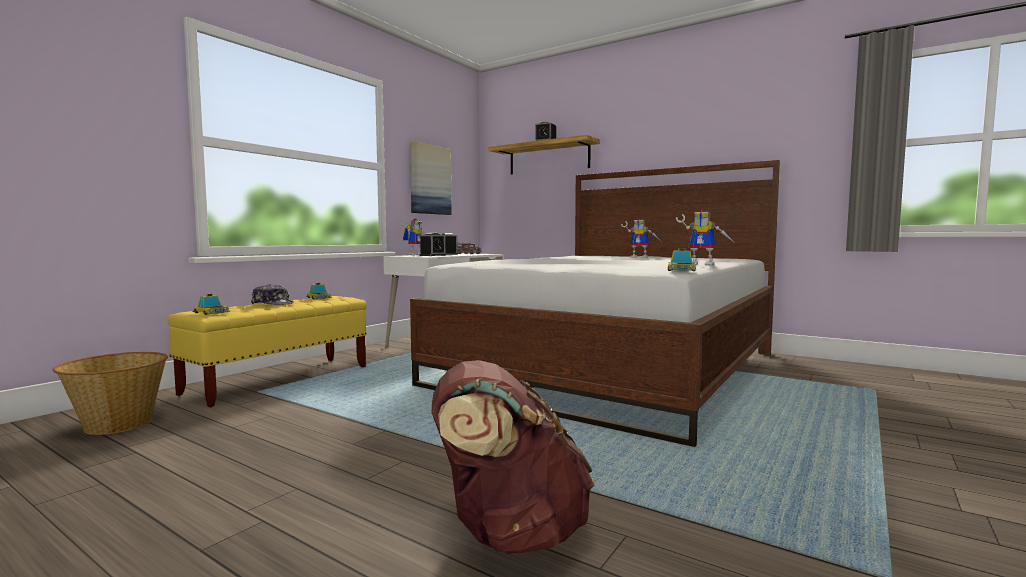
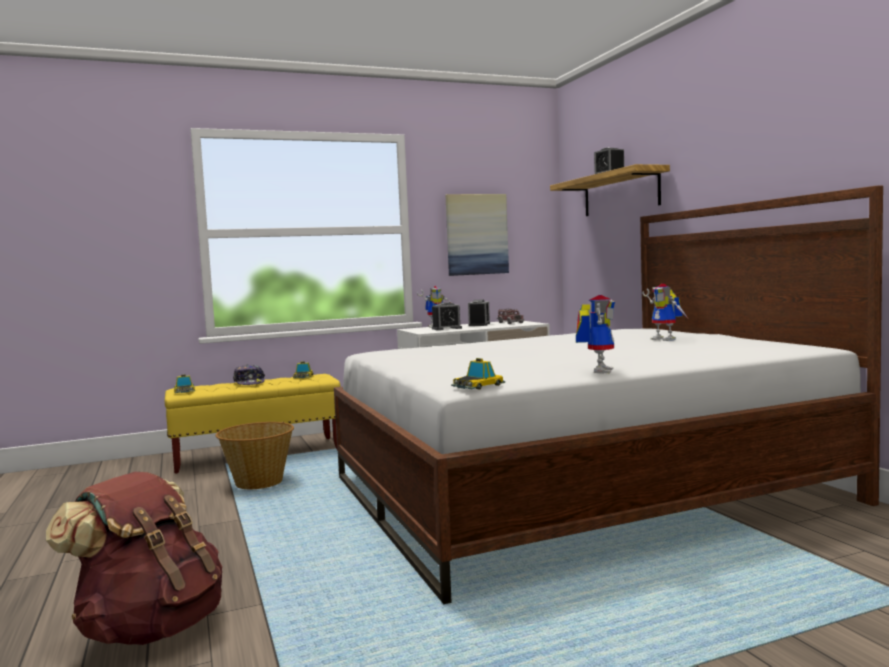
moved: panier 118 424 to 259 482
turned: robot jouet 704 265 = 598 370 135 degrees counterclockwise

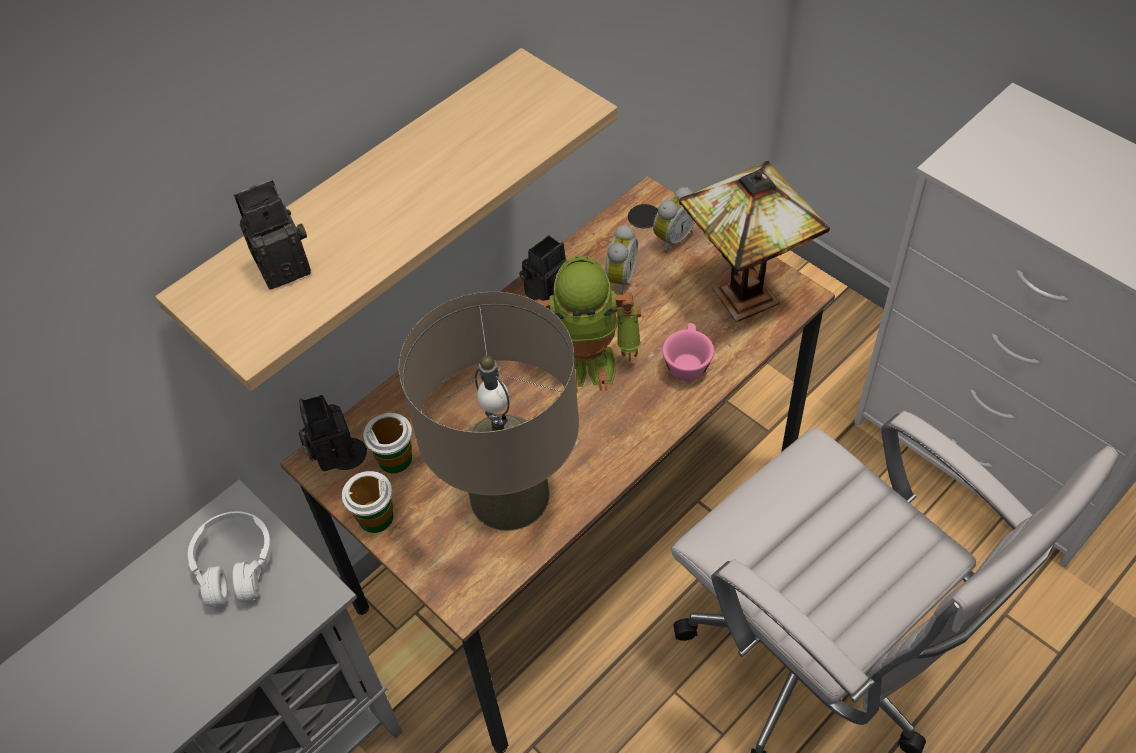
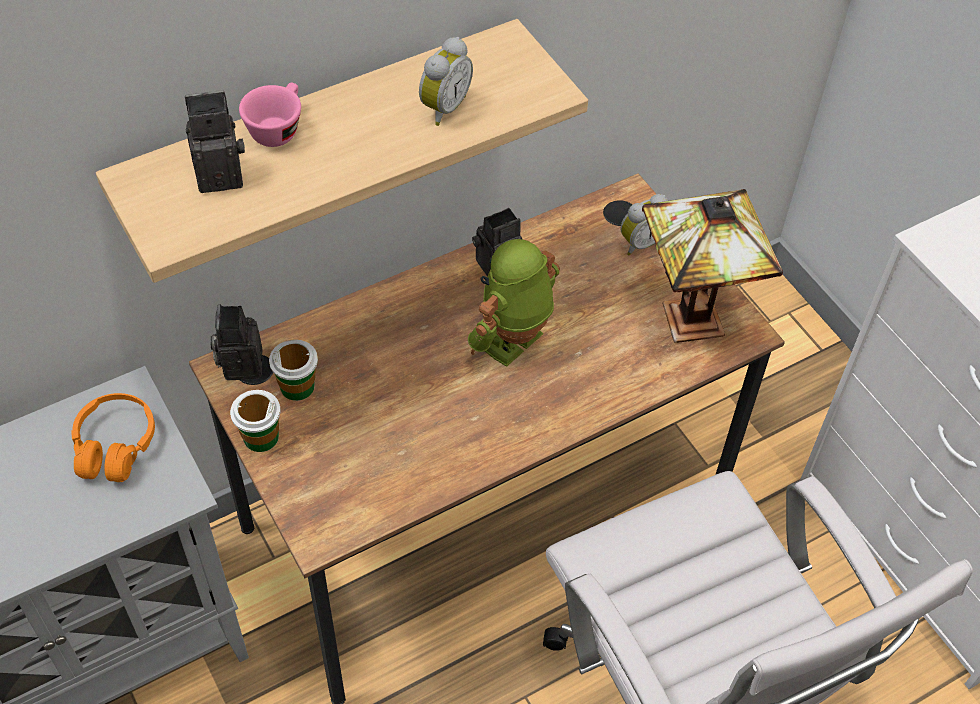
removed: lampe de table/beige 509 495
moved: réveil 618 279 to 442 107; tasse/rose 686 362 to 277 128
recoloured: casque audio/blanc 235 566 to casque audio/orange 115 446
turned: robot jouet 587 361 = 513 342 120 degrees clockwise

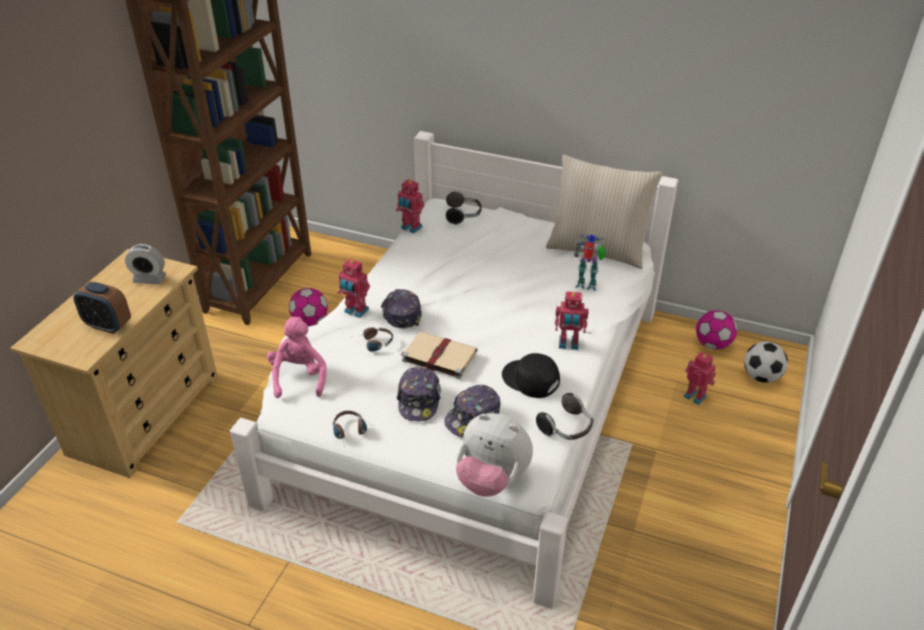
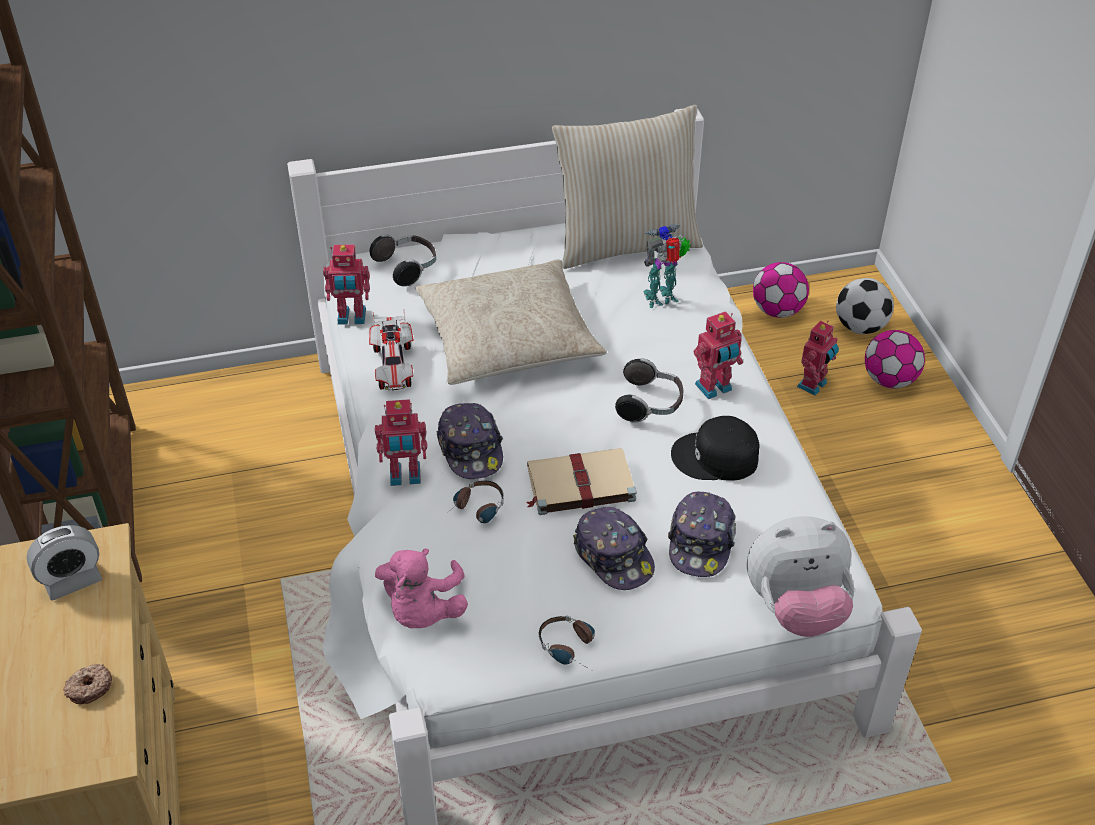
added: petite voiture 394 366; coussin/beige 508 338
moved: ballon de foot 310 321 to 889 380; casque audio 567 428 to 650 404
replaced: réveil 108 325 to beignet 89 688
turned: peluche/rose 299 377 = 422 610 135 degrees counterclockwise; casquette 401 313 = 471 449 150 degrees counterclockwise; robot jouet 695 396 = 813 385 120 degrees clockwise

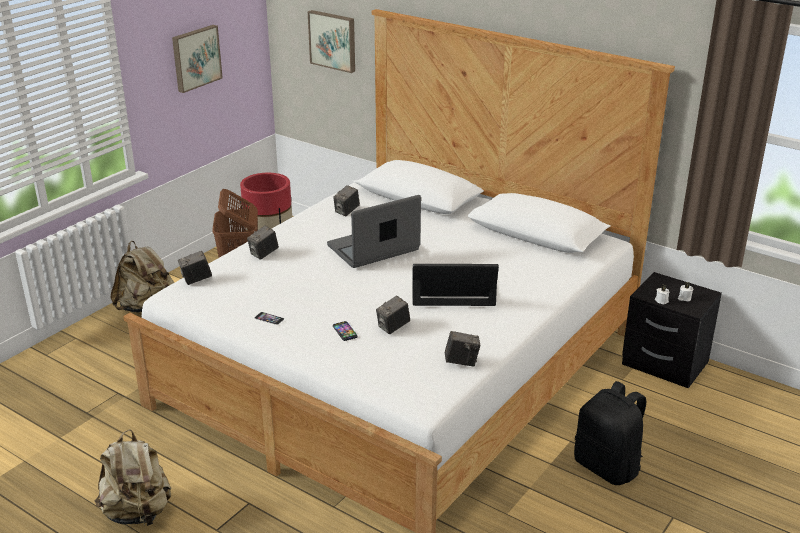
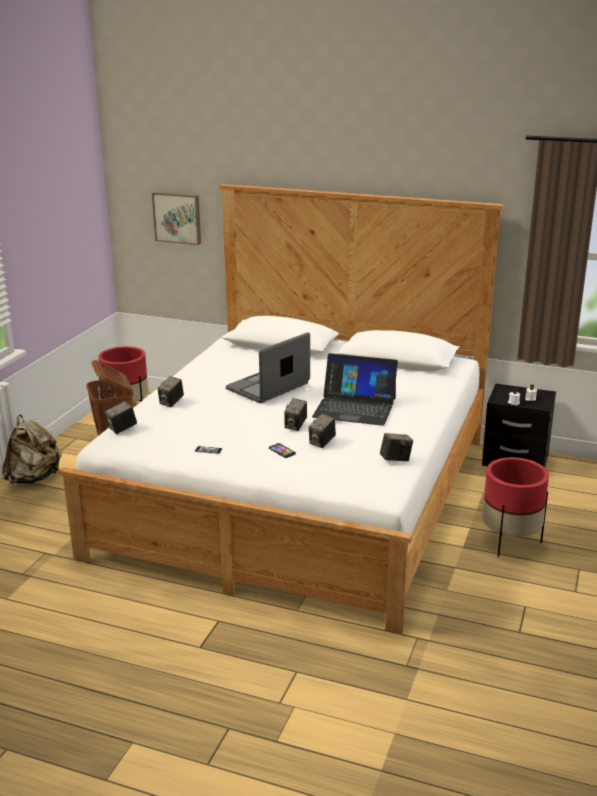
removed: sac à dos/beige 138 512; tableau 195 58
moved: appareil photo 347 211 to 295 426
replaced: sac à dos/noir 608 467 to cache-pot/rouge 510 541
turned: ordinateur portable 452 288 = 355 407 150 degrees counterclockwise

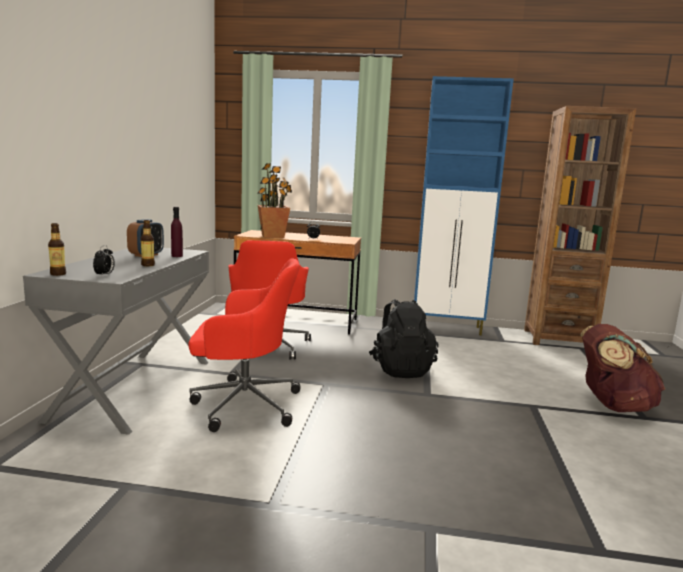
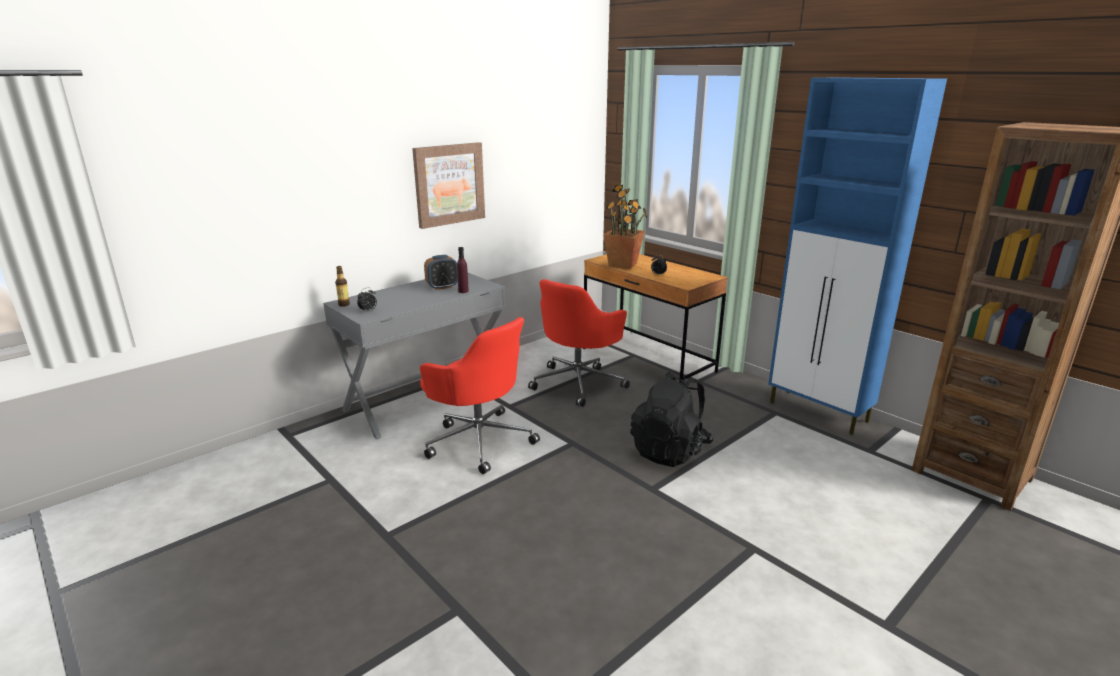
removed: bouteille 148 265; sac à dos/marron 612 405
added: tableau 449 184

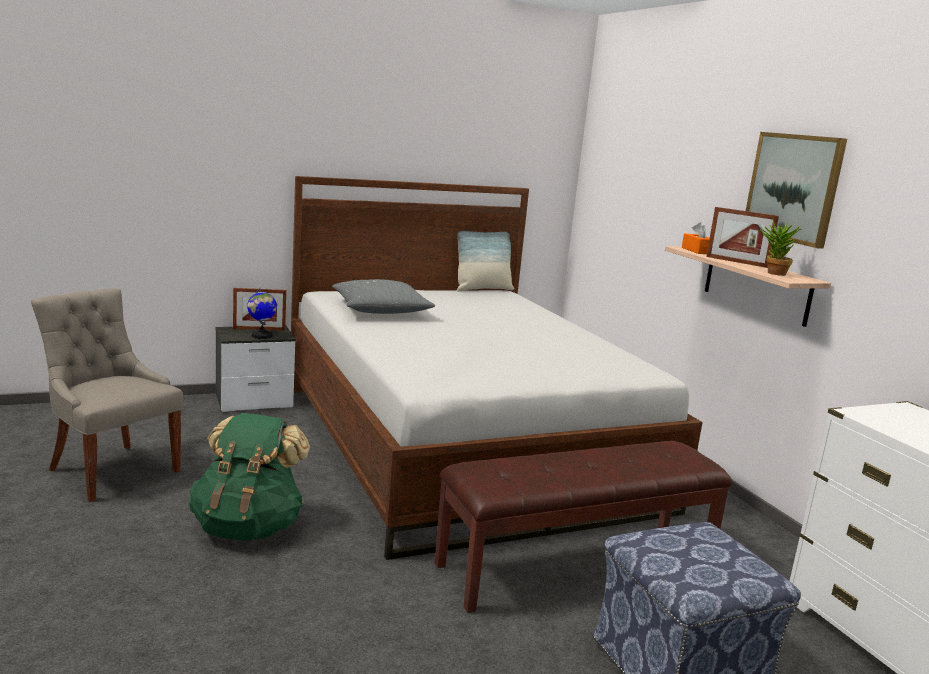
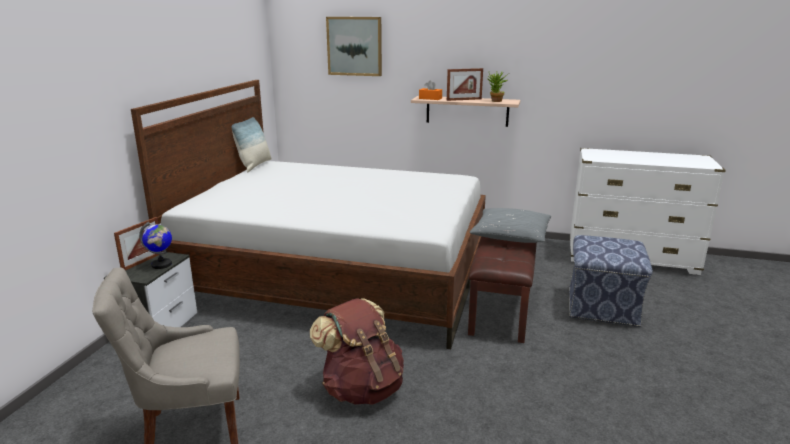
moved: coussin/gris 380 310 to 510 235; tableau 793 188 to 354 46
recoloured: sac à dos/vert 248 527 to sac à dos/marron 361 388

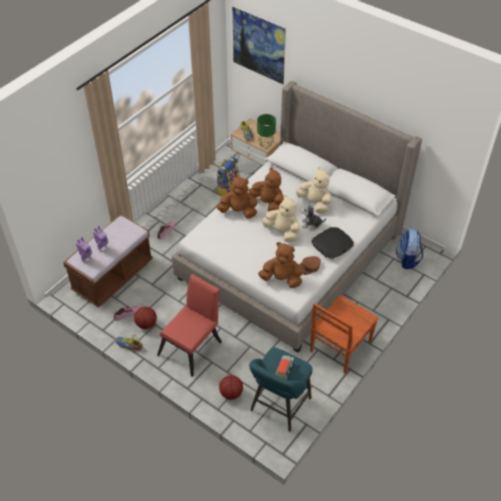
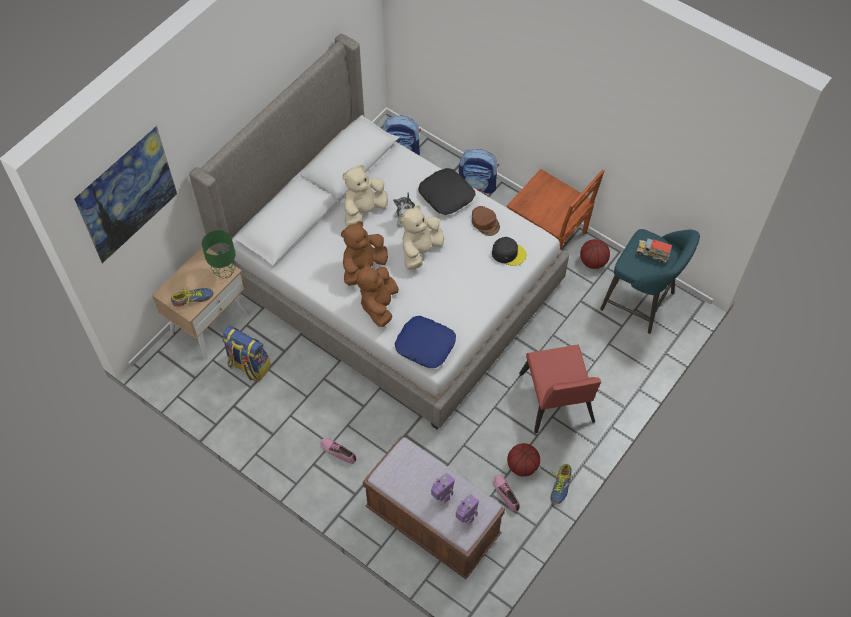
added: coussin/bleu 425 345; sac à dos 478 185
moved: ballon de basket 231 393 to 593 262
replaced: peluche/marron 282 279 to casquette/noir 508 253
turned: chaise/rouge 193 346 = 556 403 135 degrees counterclockwise

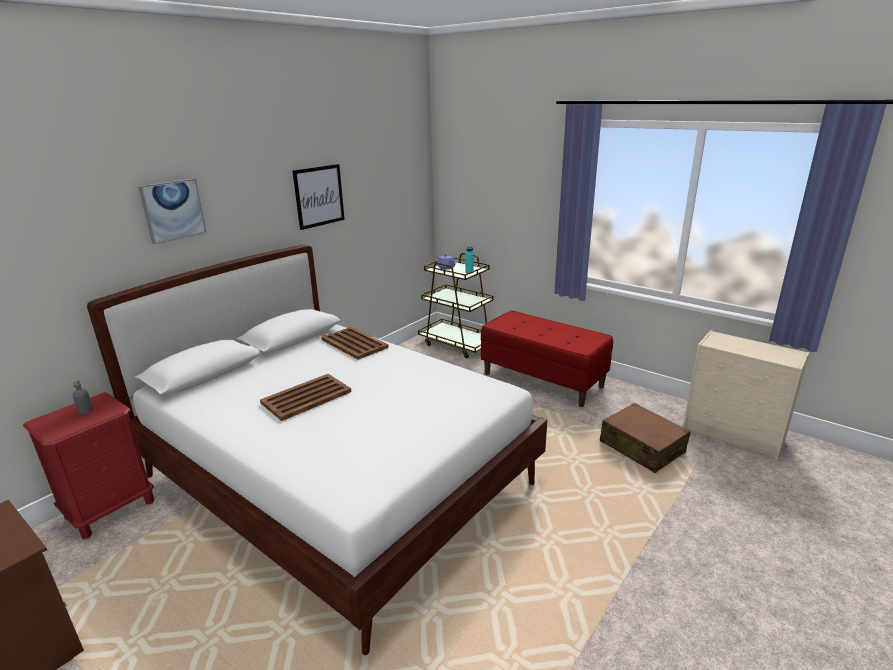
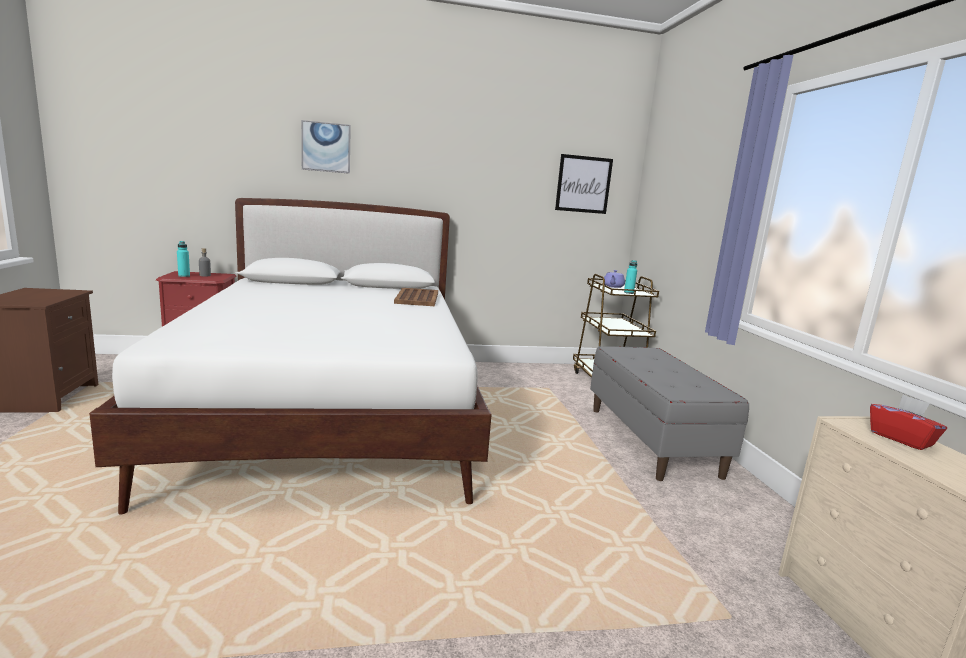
removed: plateau/marron 307 397; valise/marron 641 447
added: bouteille/turquoise 184 276; boîte à mouchoirs/rouge 901 439
moved: tableau 319 196 to 583 184
recoloured: banc/rouge 543 380 to banc/gris 652 440

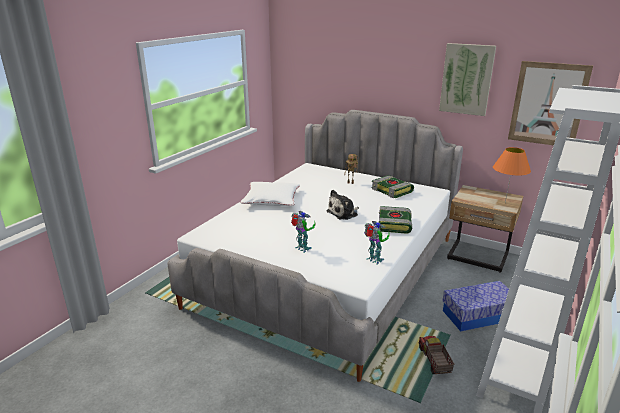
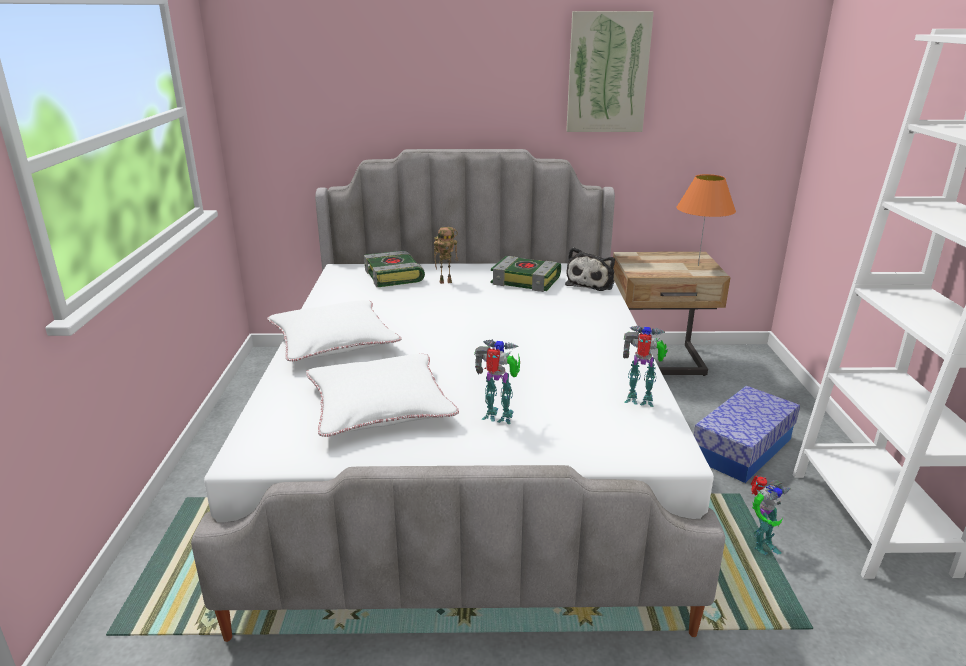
removed: tableau 547 104
added: coussin/blanc 379 405
moved: peluche 344 213 to 591 283; livre 395 225 to 395 276
replaced: camion jouet 434 361 to robot jouet 760 547

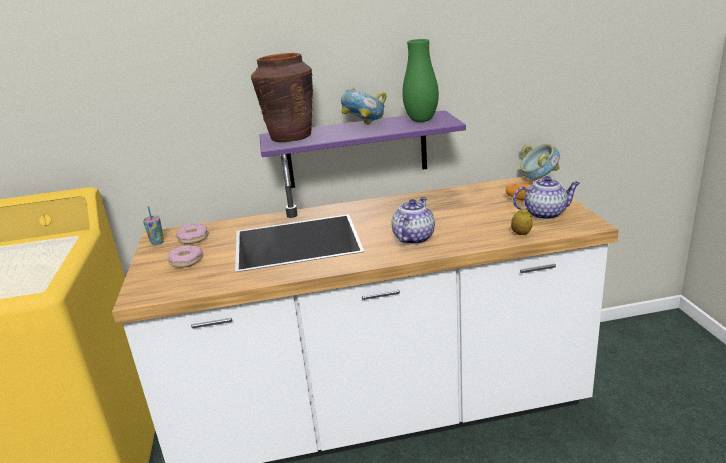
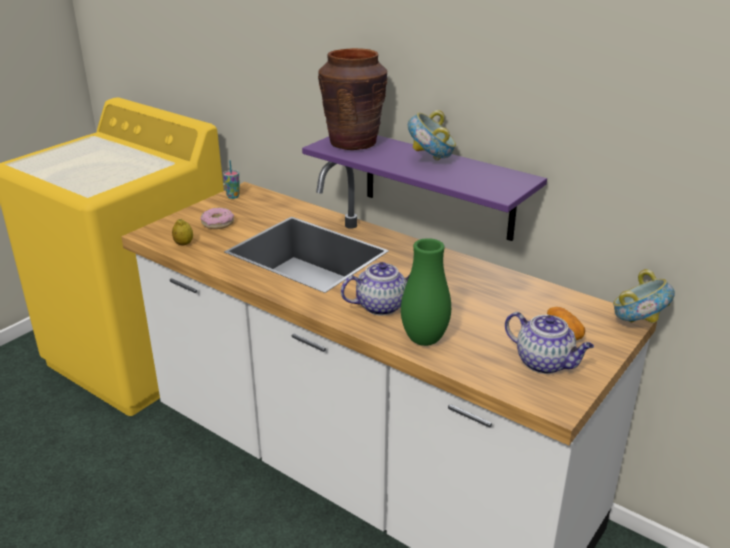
removed: beignet 193 238
moved: vase/vert 421 120 to 424 340; citron 521 234 to 184 244

